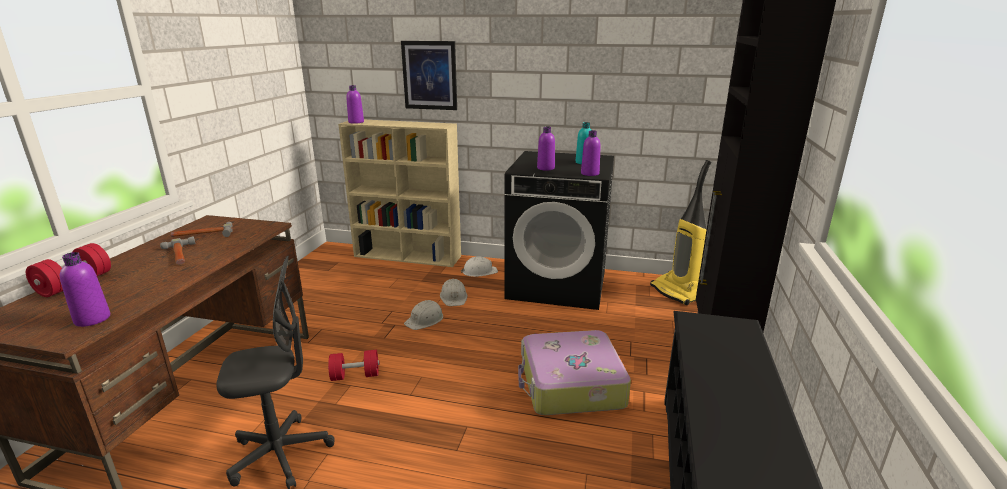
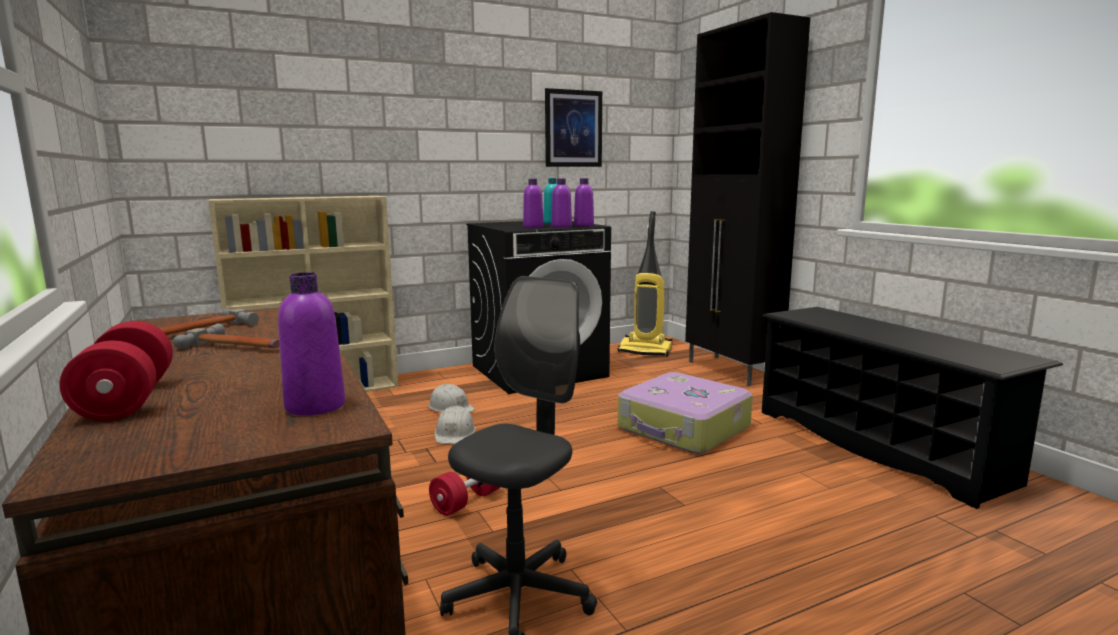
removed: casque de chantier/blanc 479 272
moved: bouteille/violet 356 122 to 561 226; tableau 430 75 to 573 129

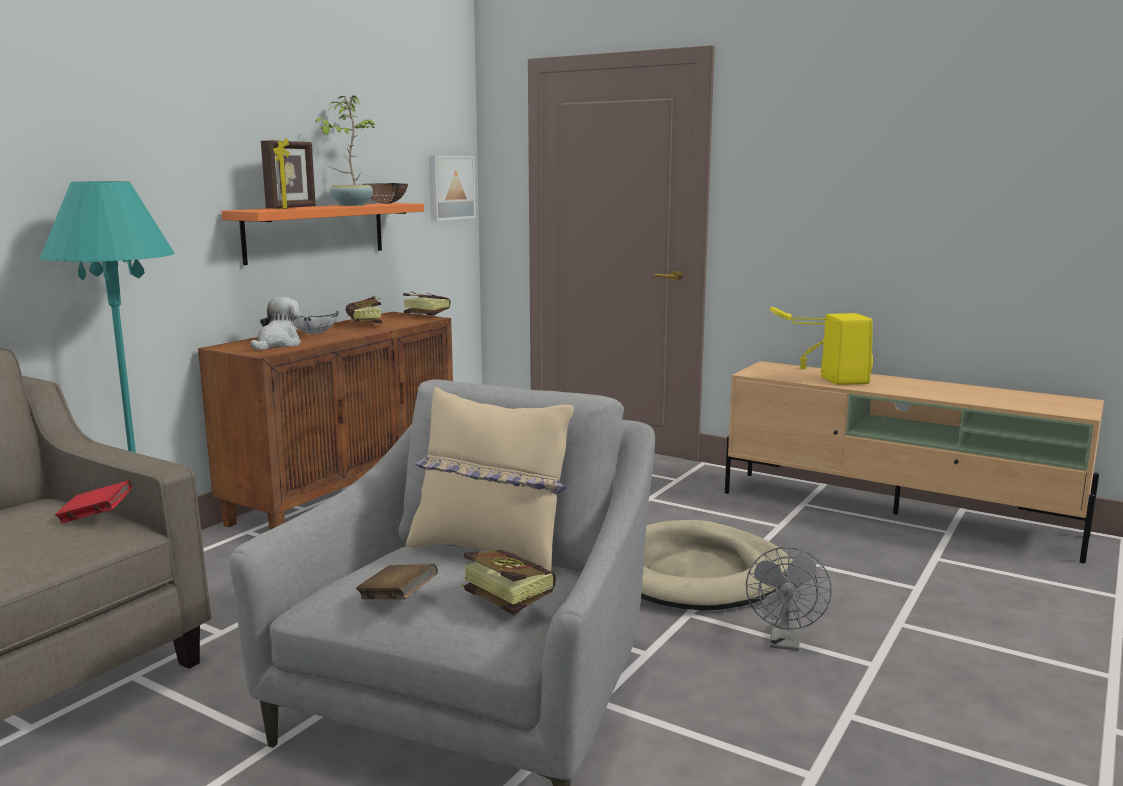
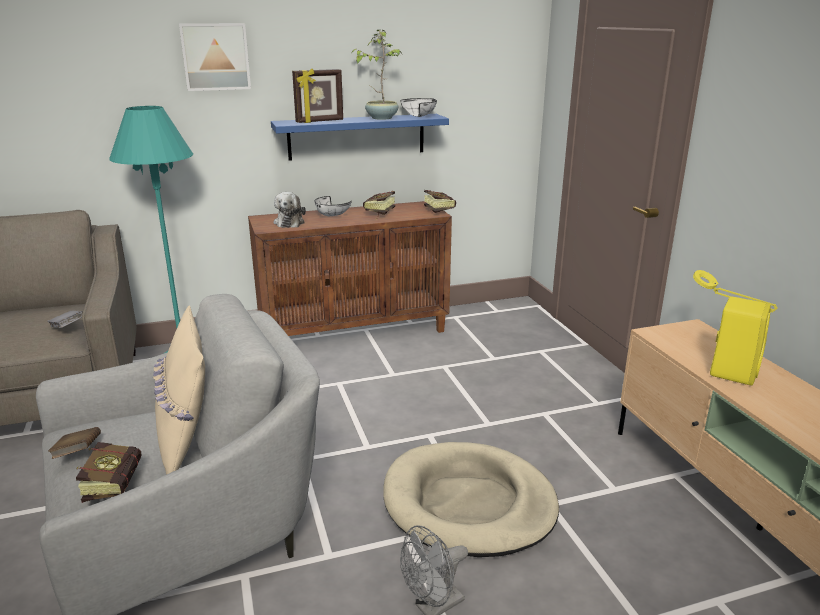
moved: tableau 449 187 to 215 57
recoloured: livre/rouge 96 517 to livre/gris 68 328; étagère/orange 315 231 to étagère/bleu 357 136; bol/marron 387 203 to bol/blanc 421 116
turned: peluche 277 344 = 289 222 120 degrees clockwise

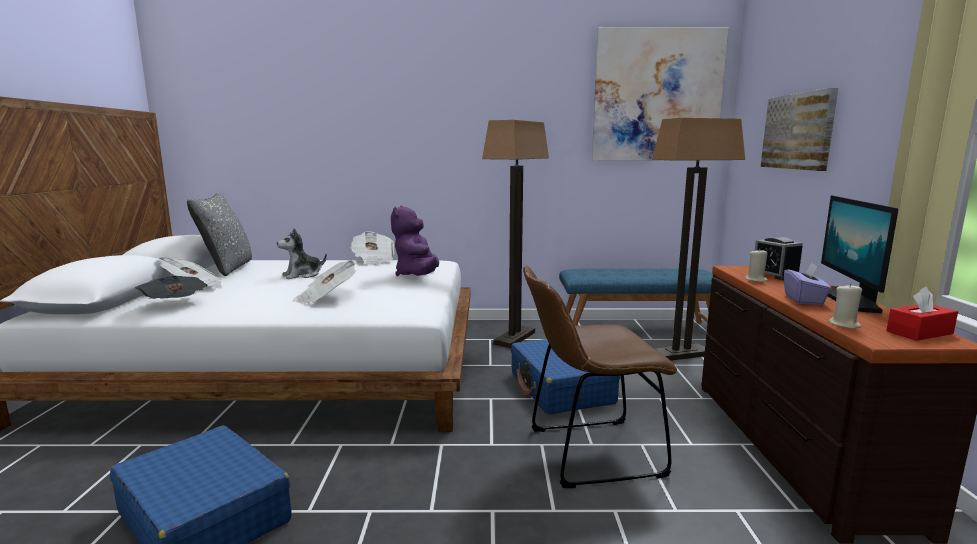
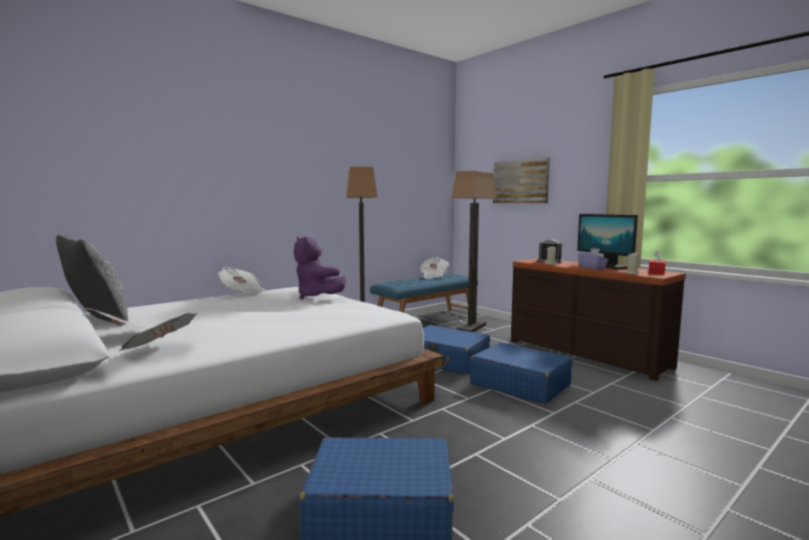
removed: peluche 302 275; tableau 657 96
moved: journal 326 298 to 433 276
replaced: chaise/marron 588 453 to valise/bleu 519 384

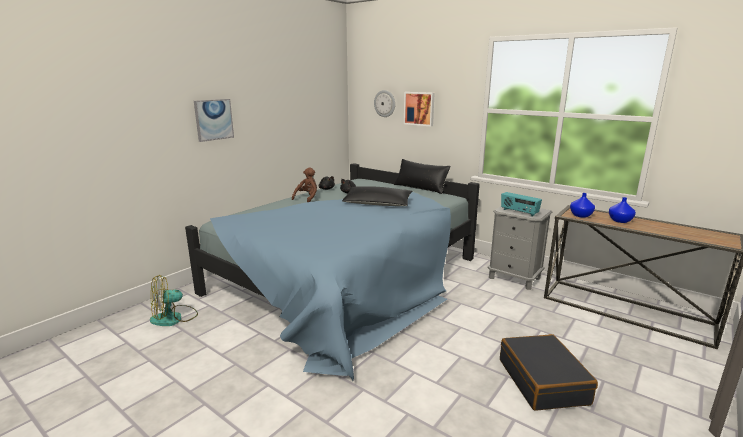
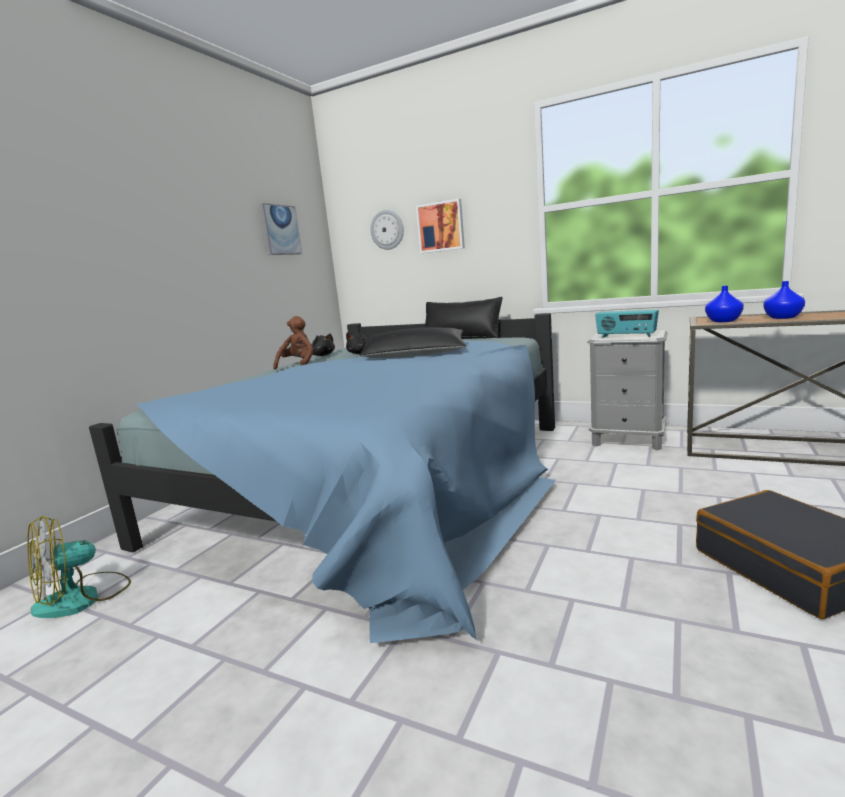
moved: tableau 213 119 to 280 230

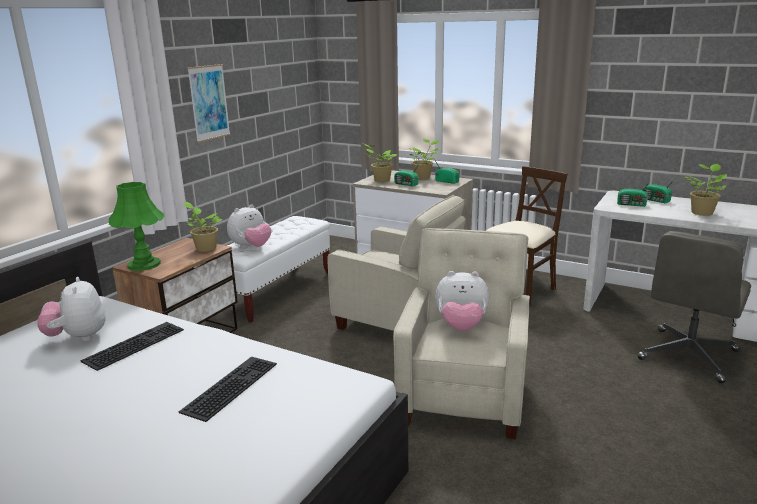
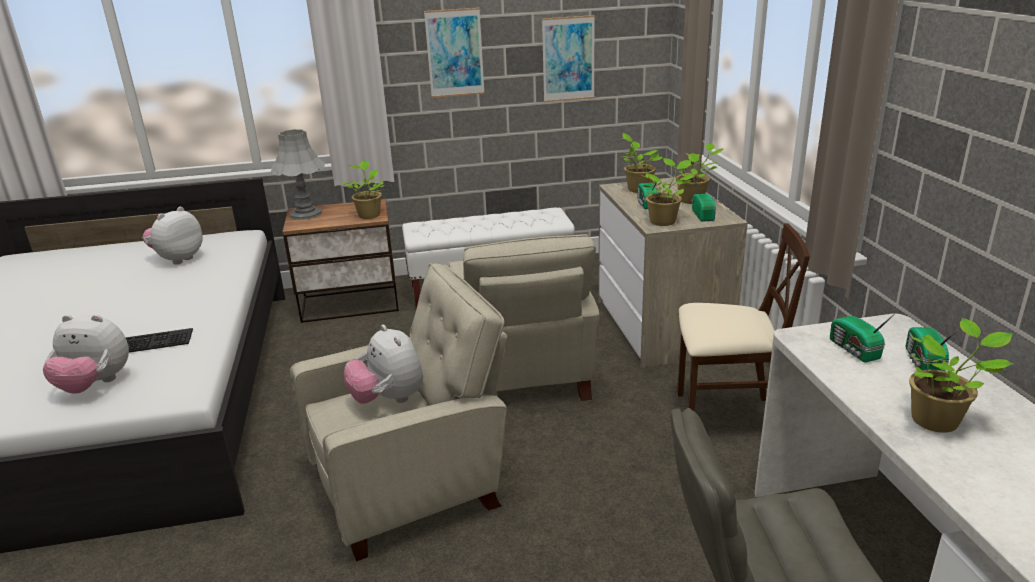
removed: clavier 134 344
added: tableau 568 59; plante en pot 664 221
moved: peluche 251 247 to 95 385
recoloured: lampe de table/vert 143 264 to lampe de table/gris 305 214

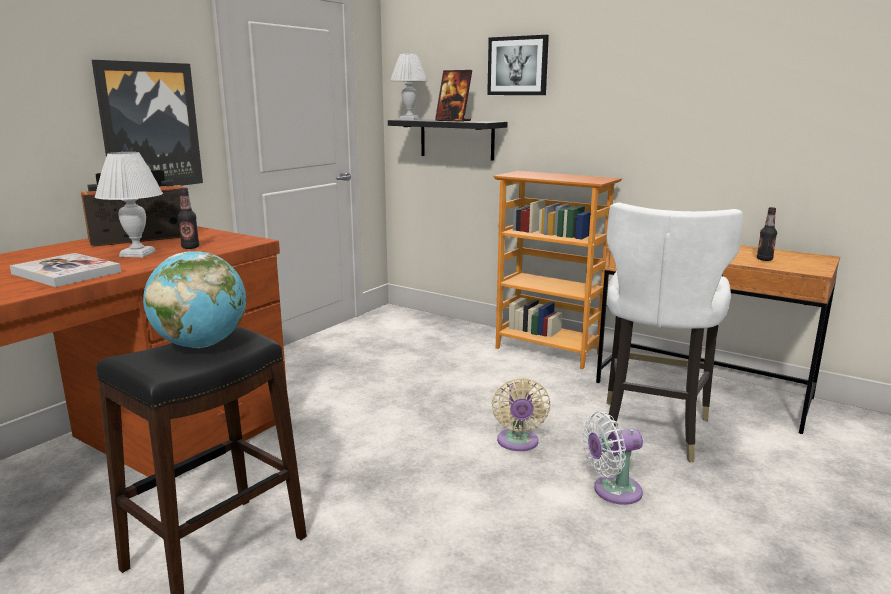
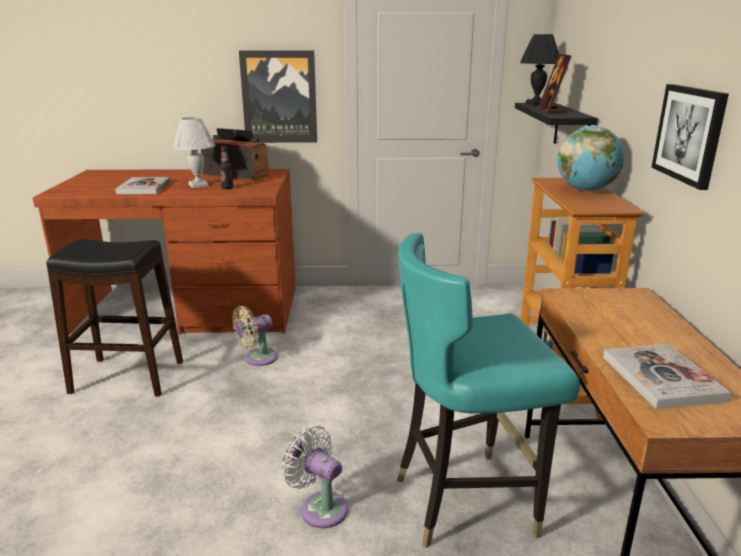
moved: globe 201 345 to 586 190; tableau 518 66 to 690 134; ventilateur/beige 518 443 to 257 359
replaced: bouteille 764 259 to livre 661 378
recoloured: lampe de table/blanc 409 119 to lampe de table/noir 536 103; chaise/blanc 651 429 to chaise/turquoise 466 500

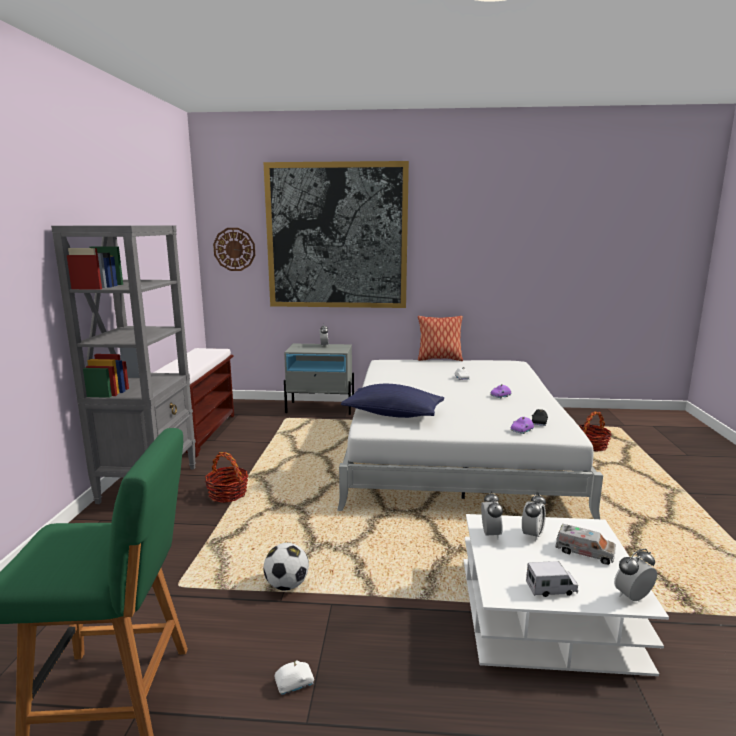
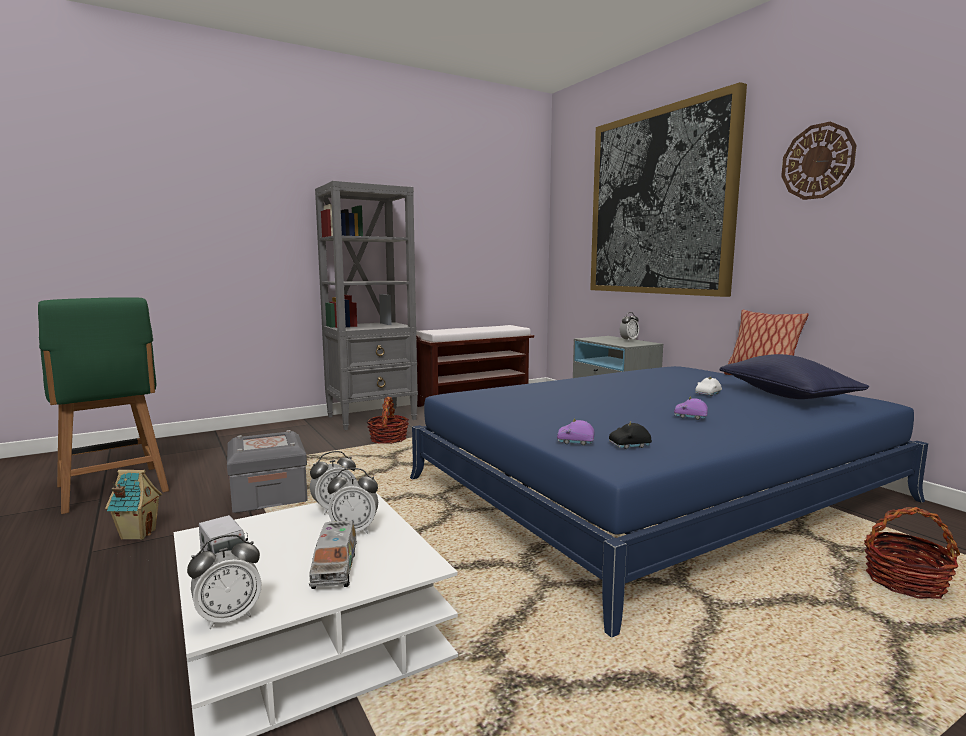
moved: horloge murale 234 249 to 817 161; coussin/bleu 393 414 to 786 395
replaced: ballon de foot 287 585 to boîte de rangement/gris 269 495; petite voiture/blanc 294 683 to maison miniature 137 534
recoloured: lit/blanc 453 448 to lit/bleu 653 489
turned: réveil 632 597 = 229 617 120 degrees clockwise

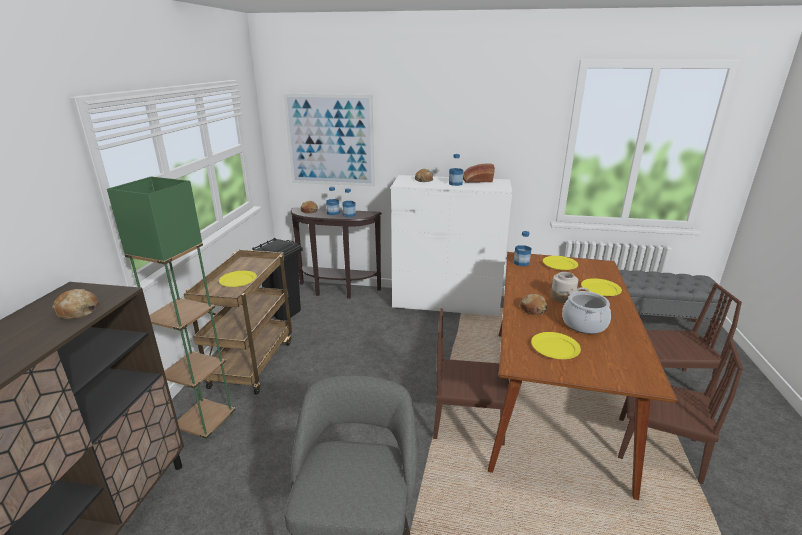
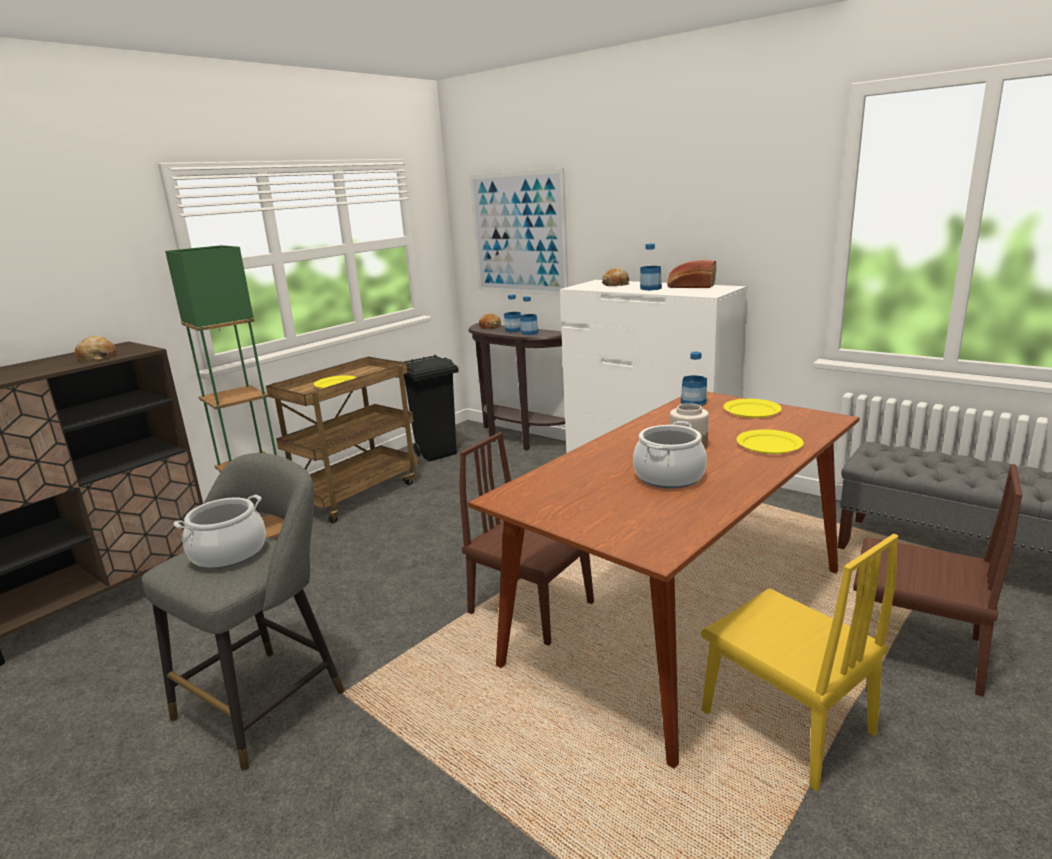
removed: pain 533 309; assiette/jaune 555 347
added: marmite 228 553
recoloured: chaise/marron 657 449 to chaise/jaune 786 722

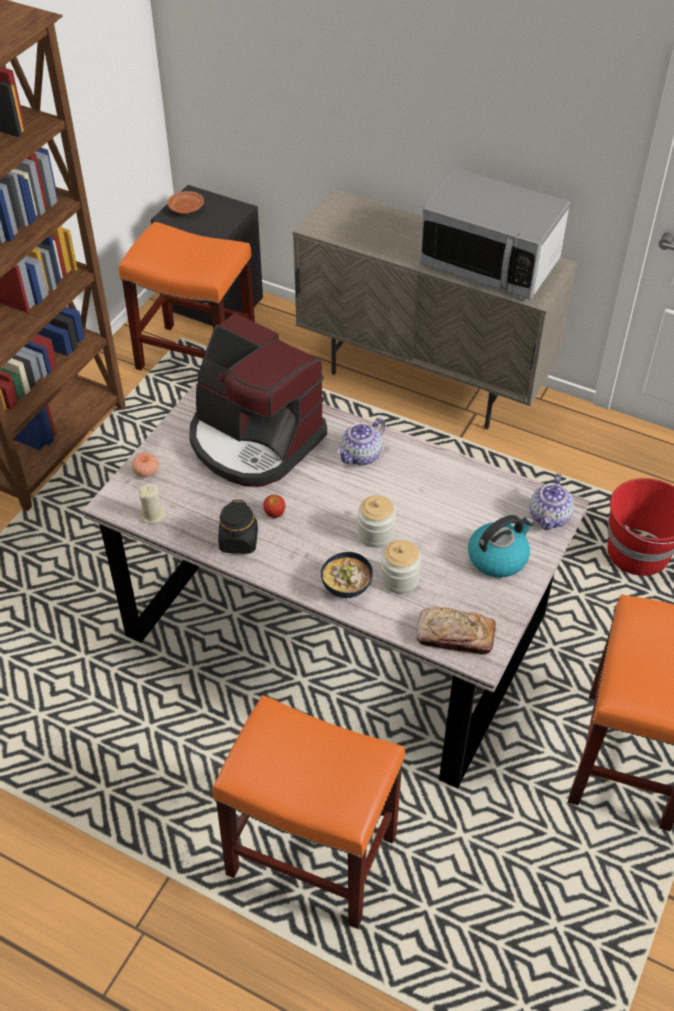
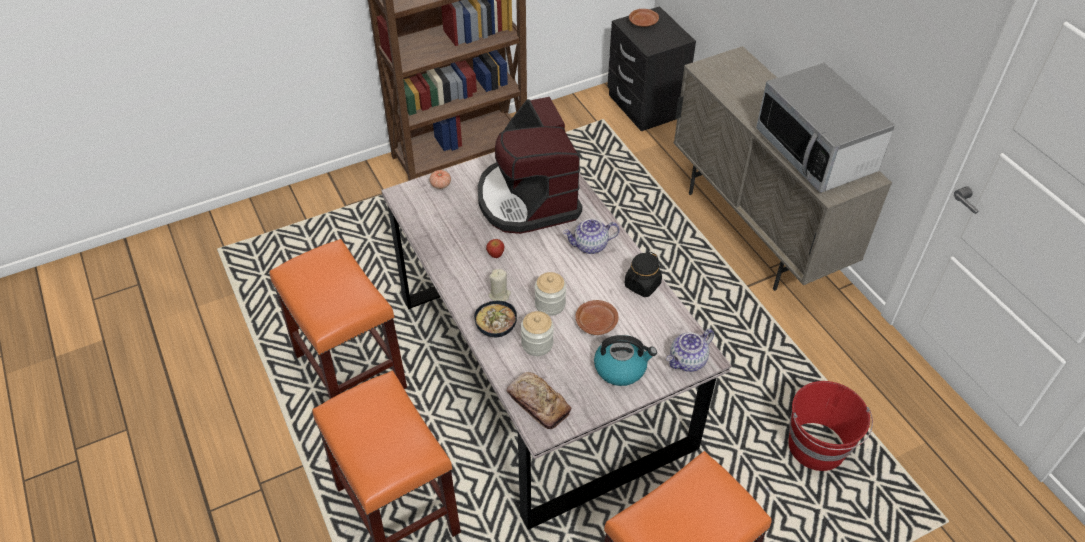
added: assiette/marron 596 322
moved: tabouret/orange 195 358 to 349 371; bougie/beige 153 515 to 499 295; bocal/noir 239 541 to 642 285

